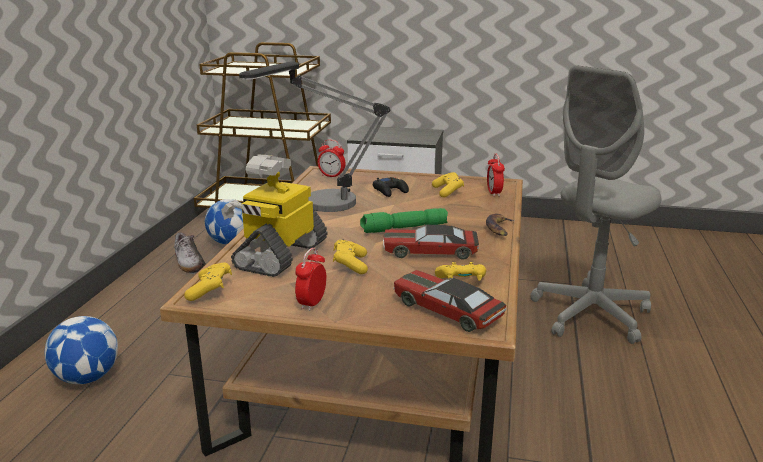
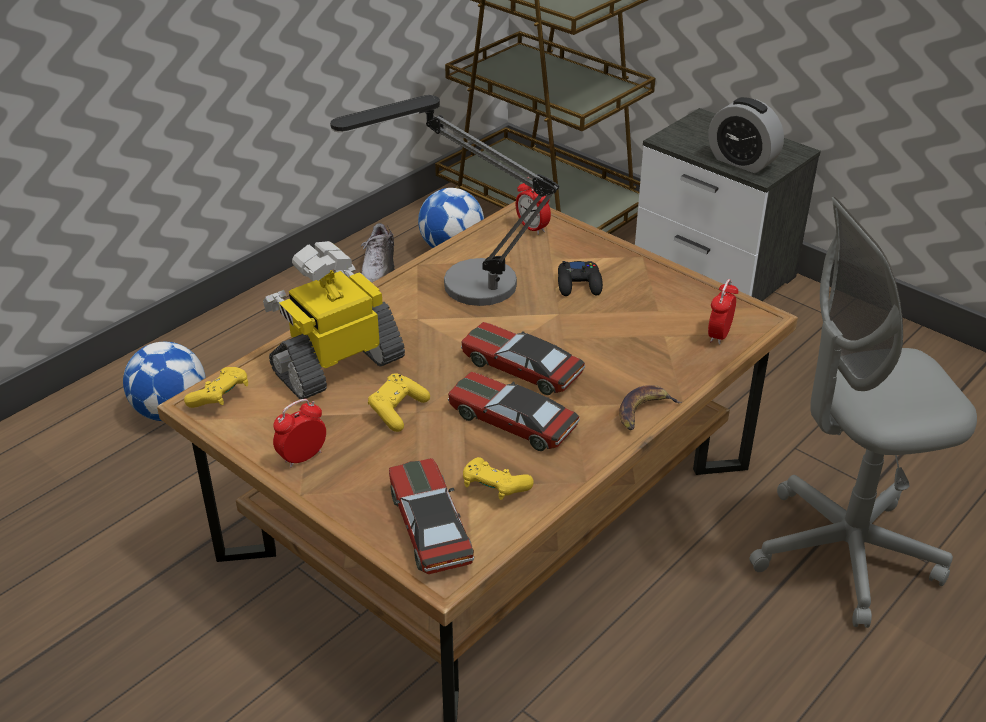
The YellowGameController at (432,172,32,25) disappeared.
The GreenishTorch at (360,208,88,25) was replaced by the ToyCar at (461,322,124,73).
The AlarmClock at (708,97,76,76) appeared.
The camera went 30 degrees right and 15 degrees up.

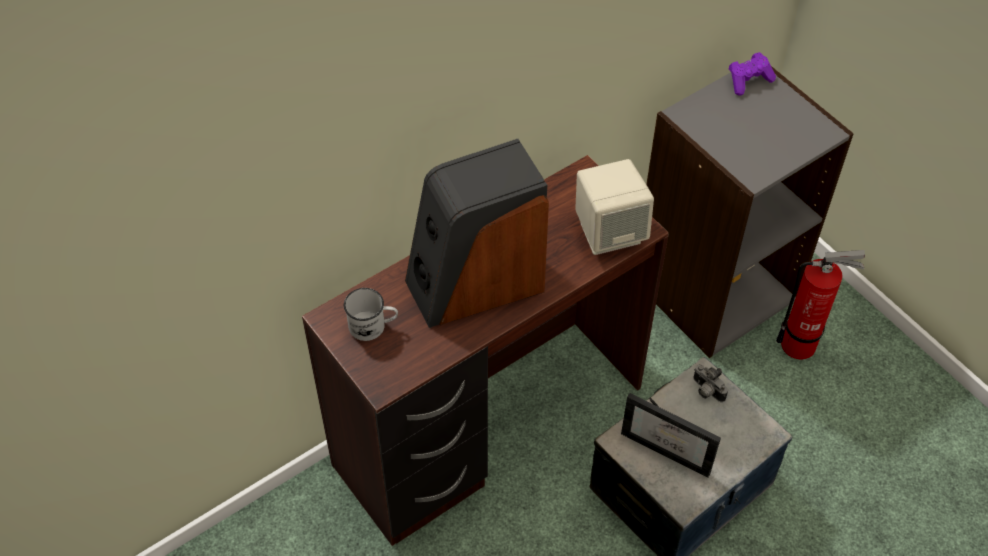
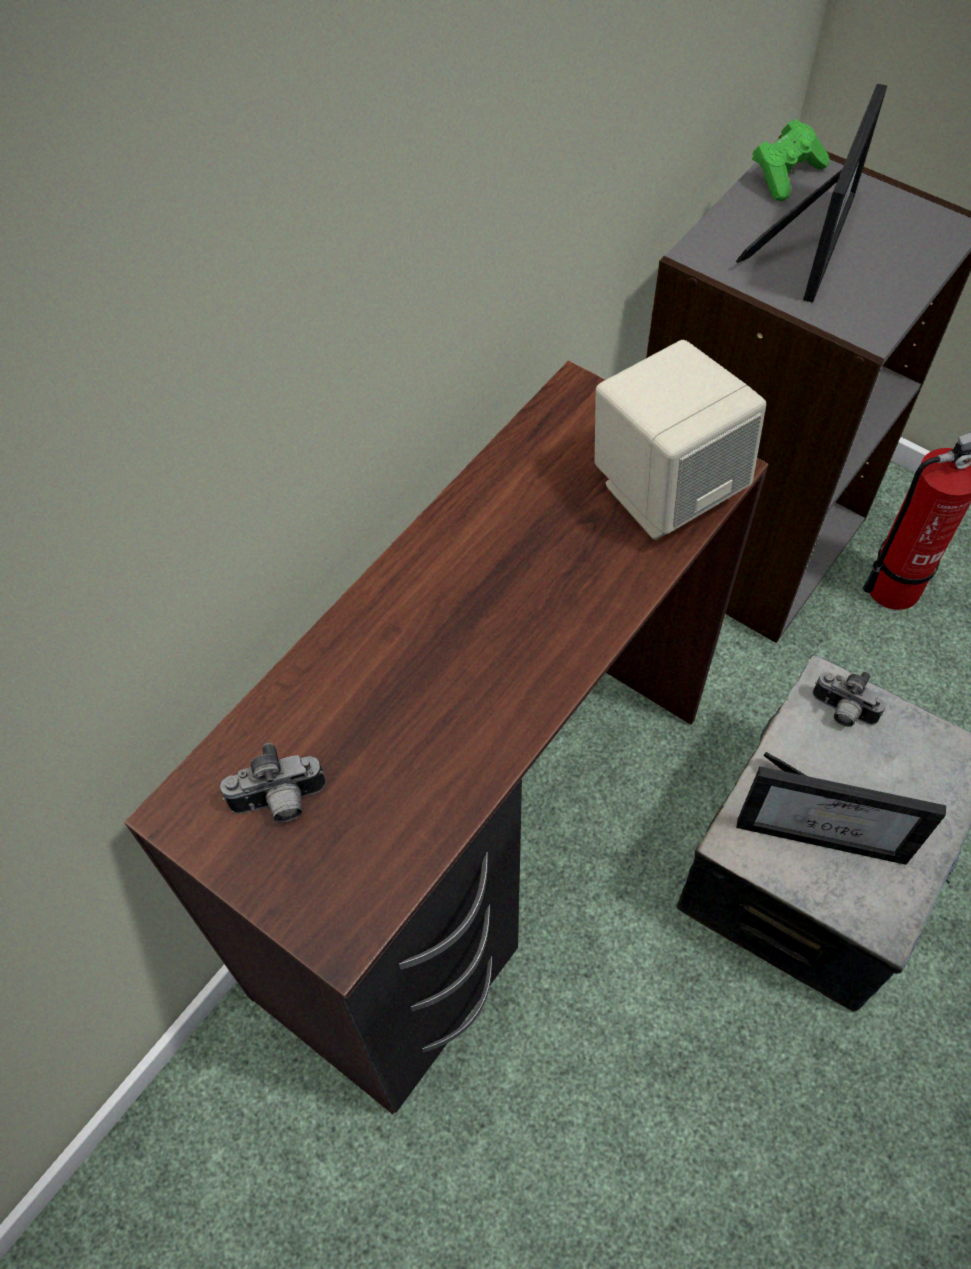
The PurpleGameController at (729,52,47,44) became the GreenishGameController at (752,119,77,82).
The AudioSpeaker at (405,139,144,189) disappeared.
The WhiteColouredTeaMug at (344,288,54,53) was replaced by the PhotoCamera at (220,743,105,79).
The StandingFrame at (736,83,151,220) appeared.
The camera went 15 degrees left and 5 degrees up.

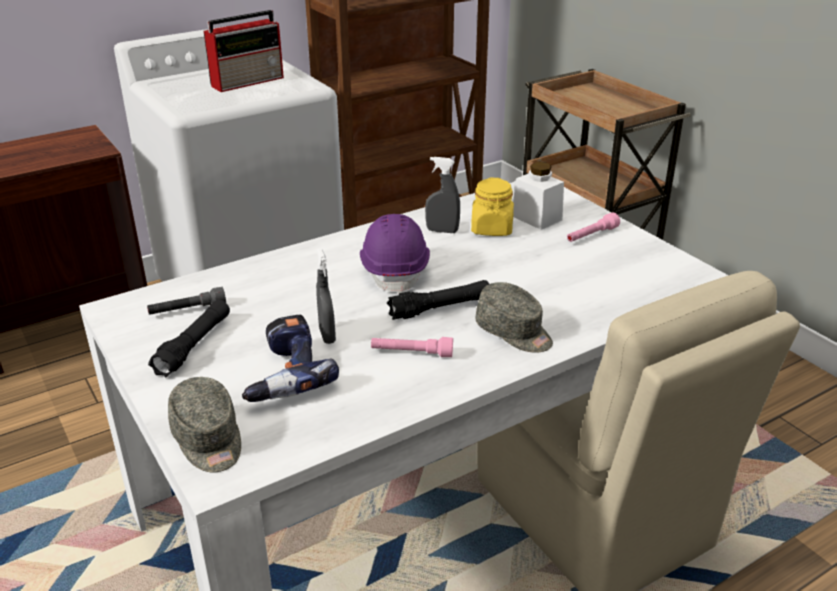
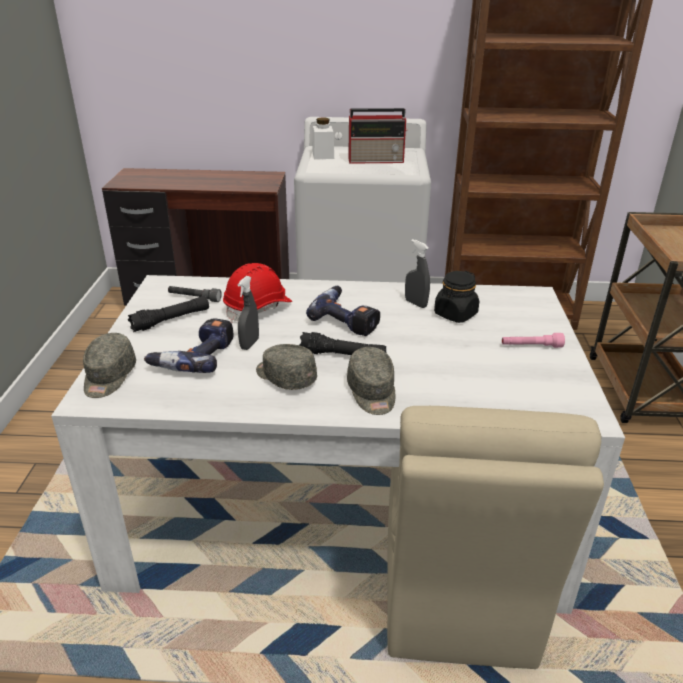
The WhiteColouredStorageJar moved from (513,162,51,68) to (312,117,22,42).
The YellowStorageJar at (471,177,43,59) became the BlackishStorageJar at (434,271,45,52).
The PurpleHardHat at (360,214,70,79) was replaced by the Drill at (306,286,74,50).
The PinkTorch at (371,337,82,20) was replaced by the GreyBaseballCap at (256,344,61,46).
The RedHardHat at (223,263,69,59) appeared.
The camera went 35 degrees right and 0 degrees up.

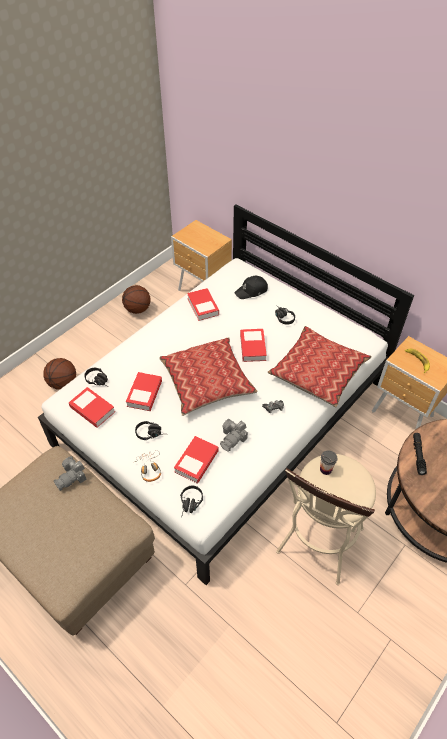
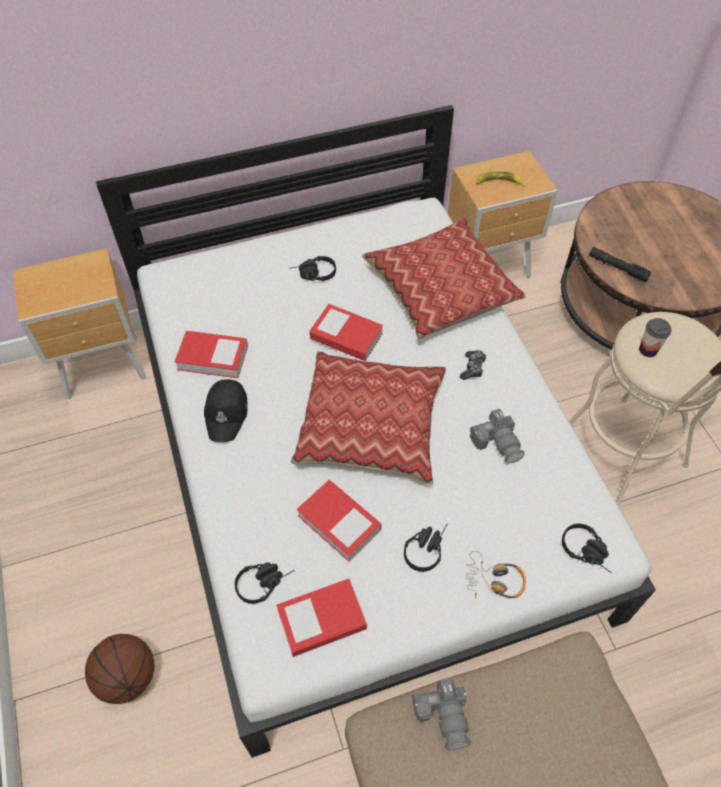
The BlackishBaseballCap moved from (234,276,34,23) to (204,379,44,63).
The BasketballBall at (122,285,29,29) disappeared.
The BoundBook at (174,436,44,48) disappeared.
The camera went 60 degrees left and 5 degrees up.

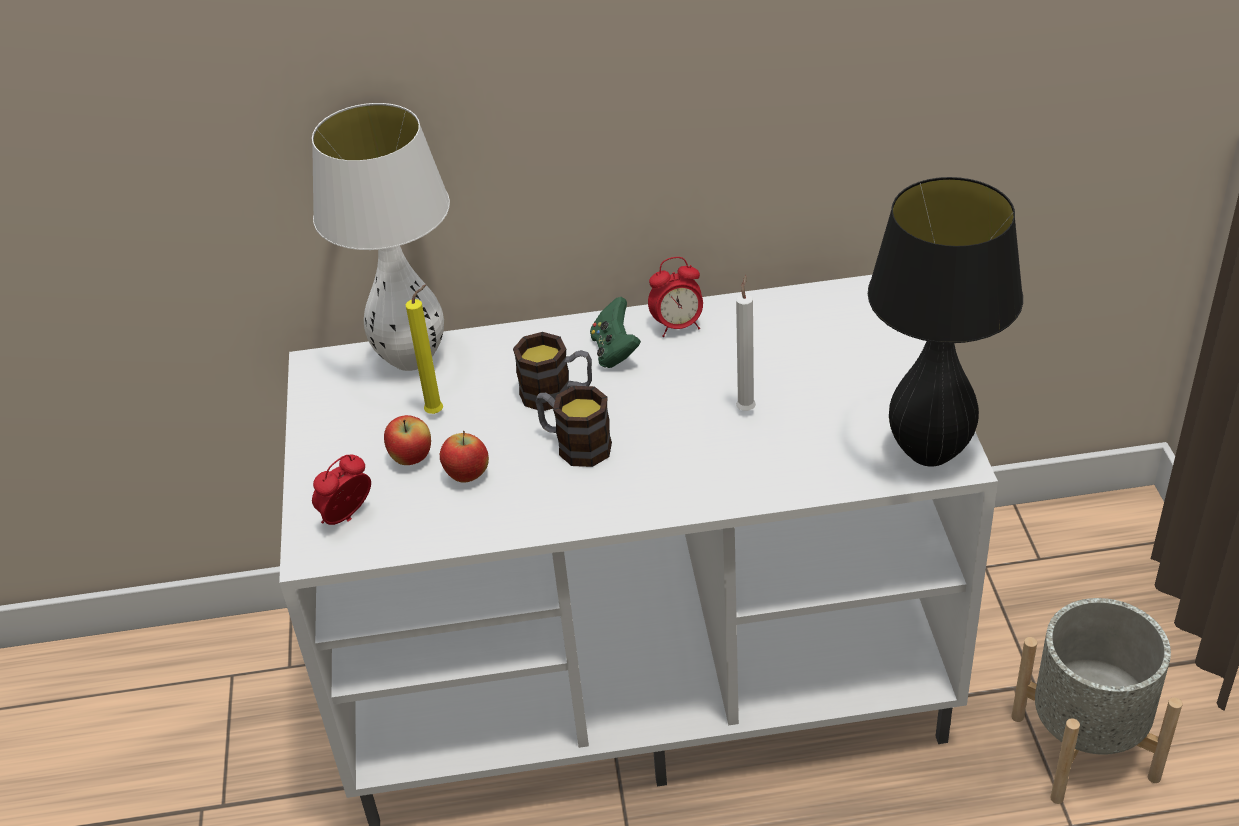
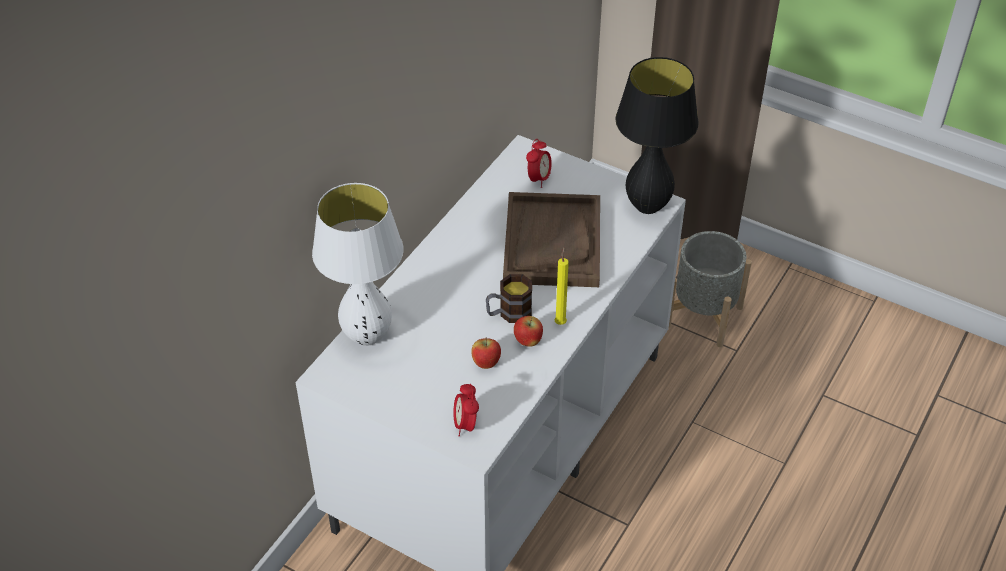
The AlarmClock moved from (648,257,55,80) to (526,139,26,49).
The WhiteColouredCandle at (736,275,20,136) was replaced by the BrownColouredServingTray at (503,192,97,95).
The YellowCandle moved from (406,284,37,130) to (554,247,15,78).
The GreenishGameController at (590,297,51,71) disappeared.
The TeaMug at (513,332,79,79) disappeared.
The WholeApple moved from (384,415,47,50) to (514,316,29,31).
The camera went 55 degrees left and 5 degrees up.

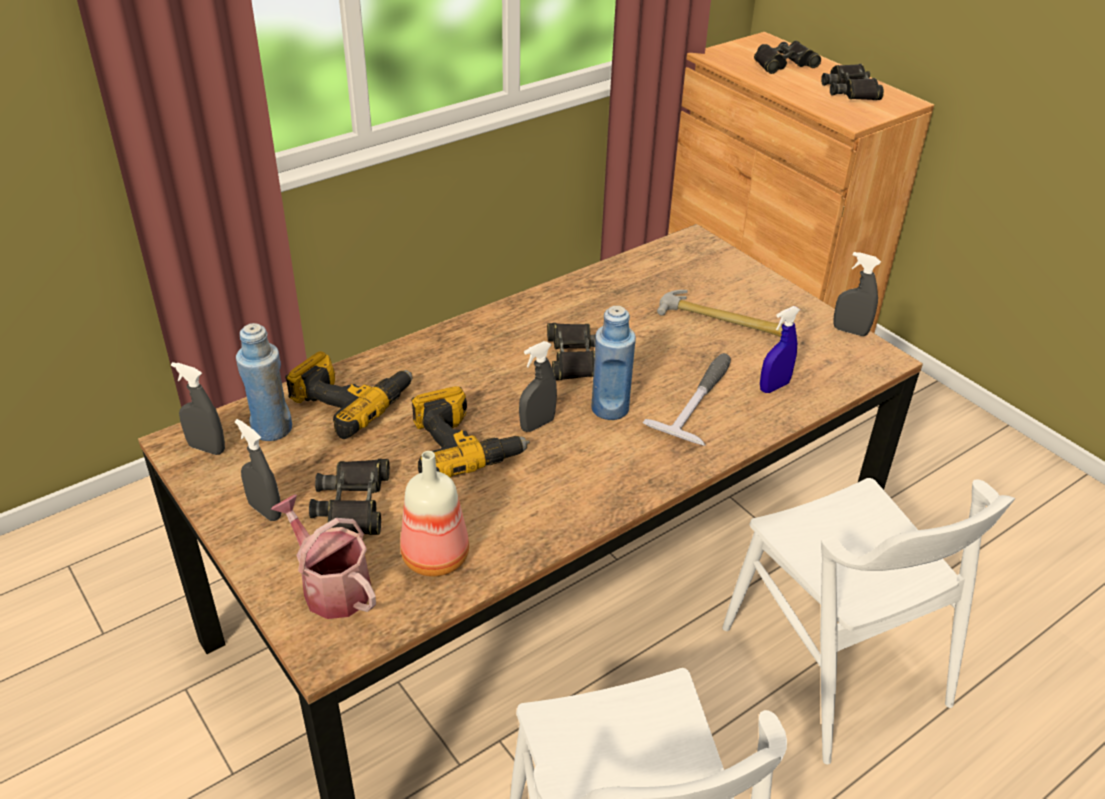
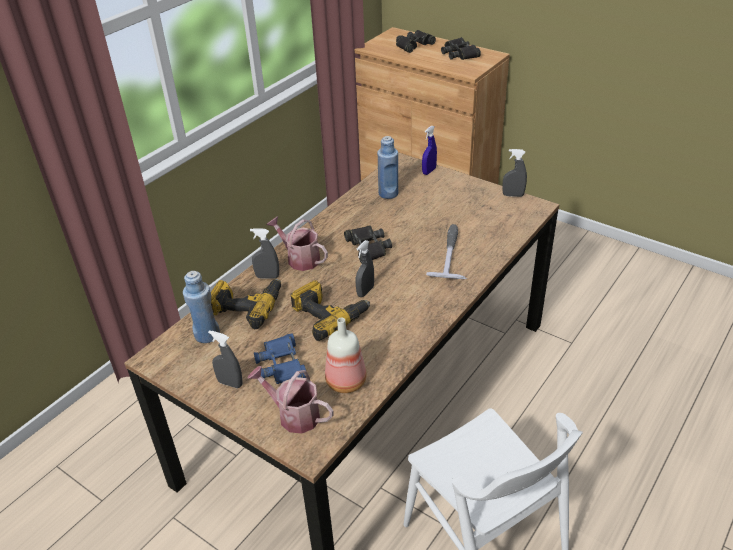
The HandHammer at (657,290,126,47) disappeared.
The BluishBeverageBottle moved from (591,306,45,114) to (377,136,22,63).
The BluishSprayBottle moved from (760,306,40,87) to (422,125,15,50).
The GreySprayBottle moved from (171,362,54,93) to (250,228,29,51).
The BlackishBinoculars at (309,459,81,76) became the BluishBinoculars at (254,333,52,51).
The WhiteColouredUprightChair at (722,478,294,286) disappeared.
The WateringPot at (266,216,62,55) appeared.
The camera went 15 degrees left and 0 degrees up.

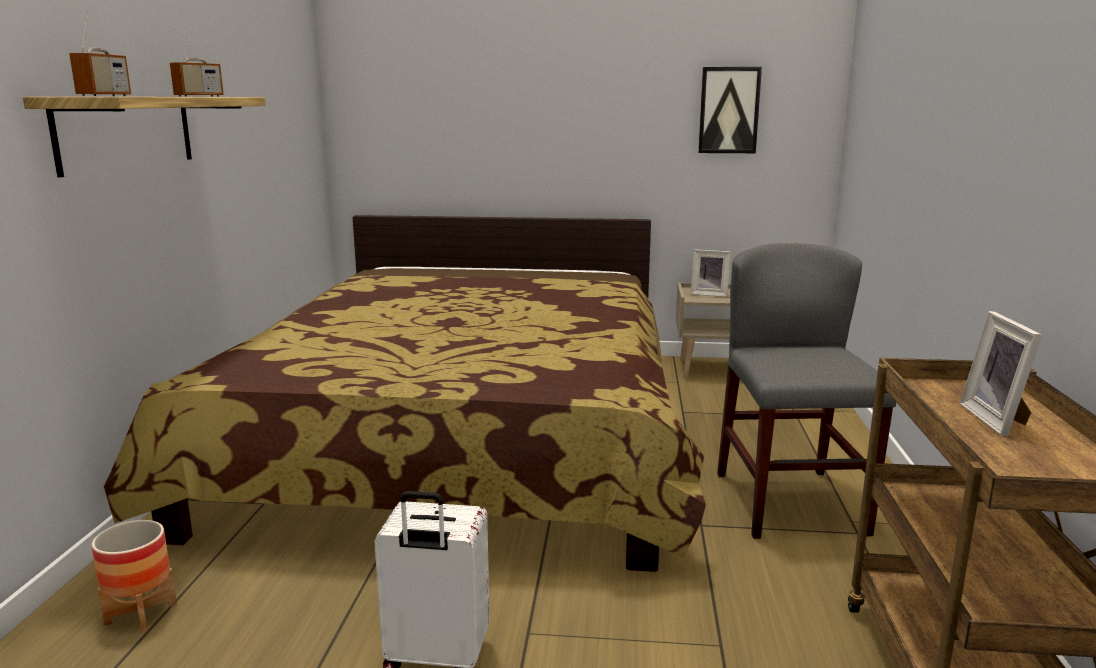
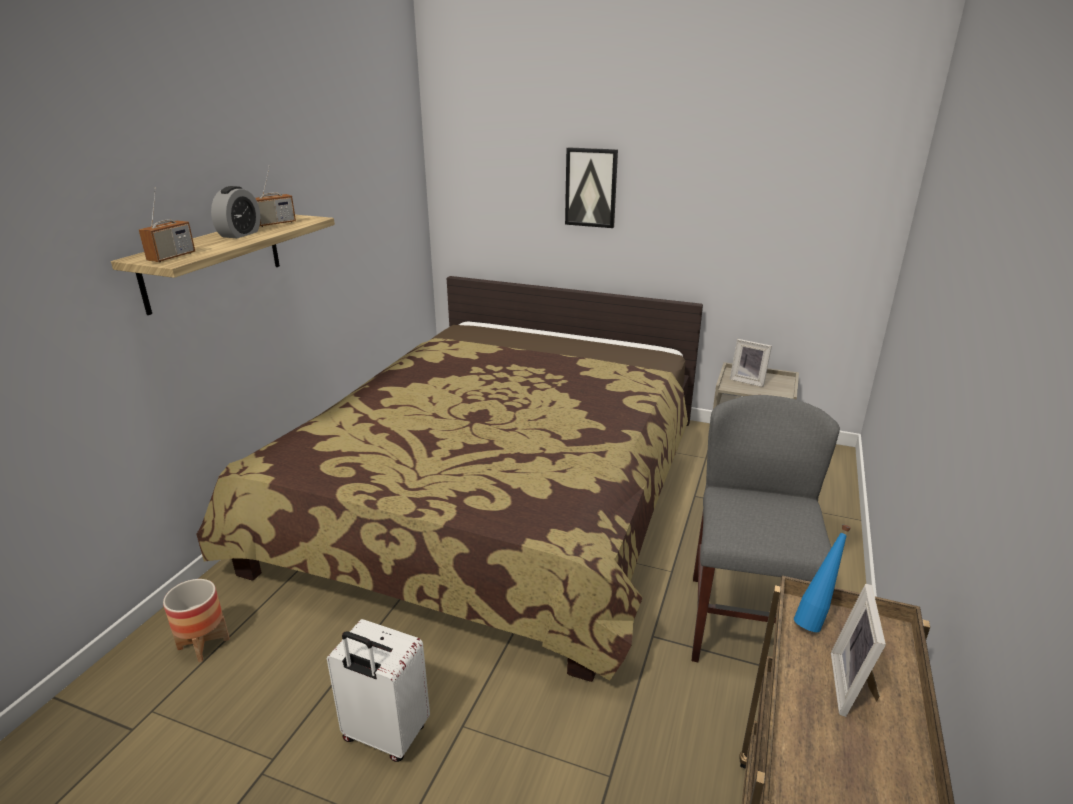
The WallArt moved from (698,67,64,86) to (565,147,53,81).
The AlarmClock at (211,186,49,52) appeared.
The BluishBeverageBottle at (794,524,57,108) appeared.
The camera went 15 degrees right and 10 degrees up.

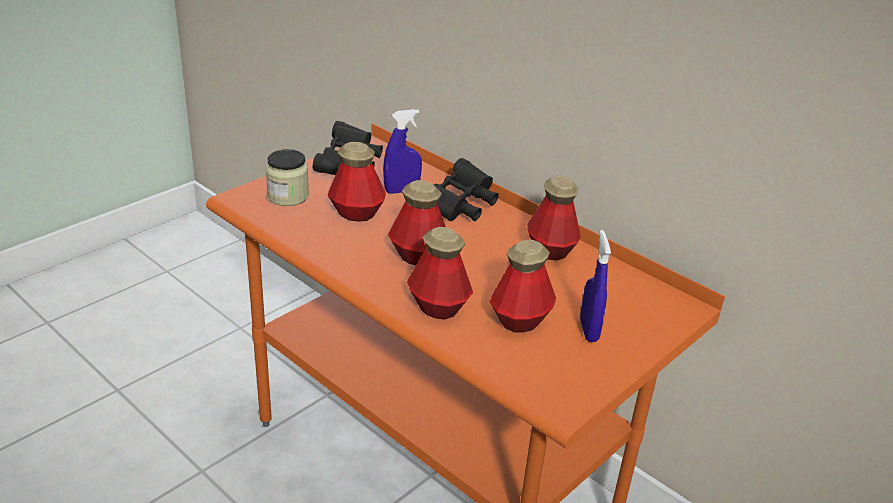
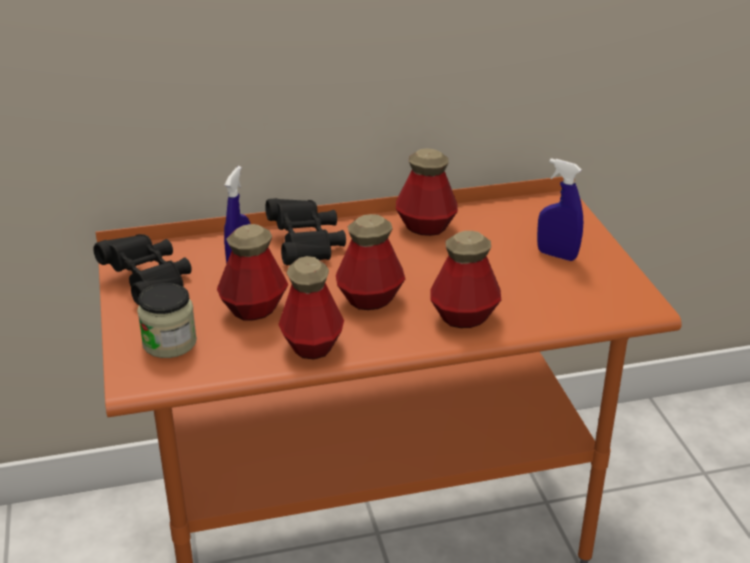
The BeverageBottle moved from (490,240,66,92) to (278,256,66,103).
The camera went 55 degrees left and 0 degrees up.

